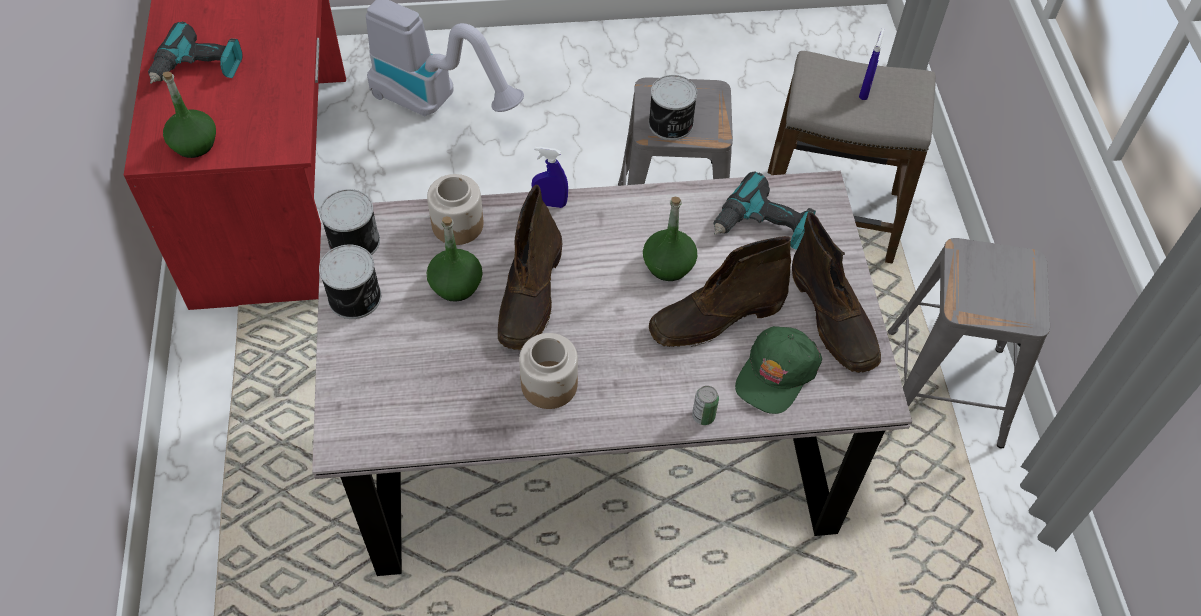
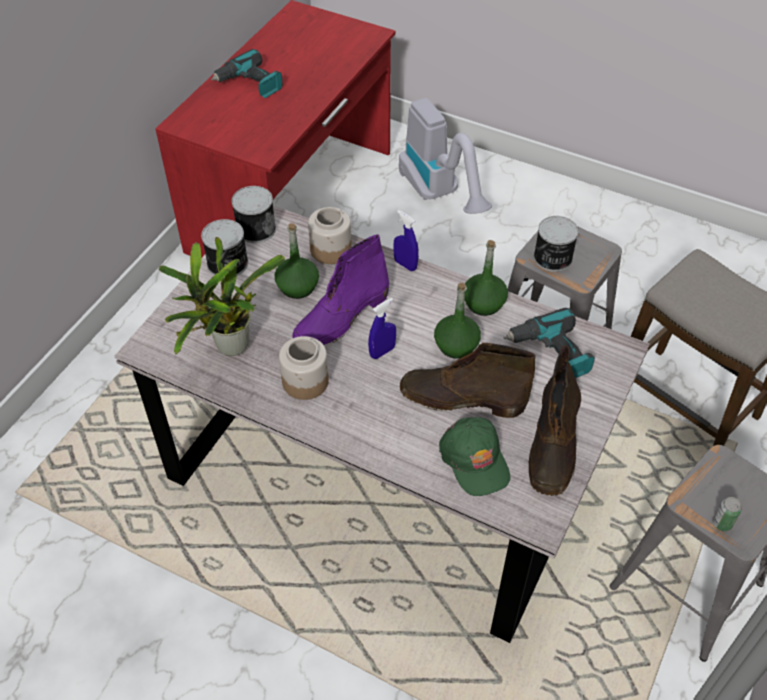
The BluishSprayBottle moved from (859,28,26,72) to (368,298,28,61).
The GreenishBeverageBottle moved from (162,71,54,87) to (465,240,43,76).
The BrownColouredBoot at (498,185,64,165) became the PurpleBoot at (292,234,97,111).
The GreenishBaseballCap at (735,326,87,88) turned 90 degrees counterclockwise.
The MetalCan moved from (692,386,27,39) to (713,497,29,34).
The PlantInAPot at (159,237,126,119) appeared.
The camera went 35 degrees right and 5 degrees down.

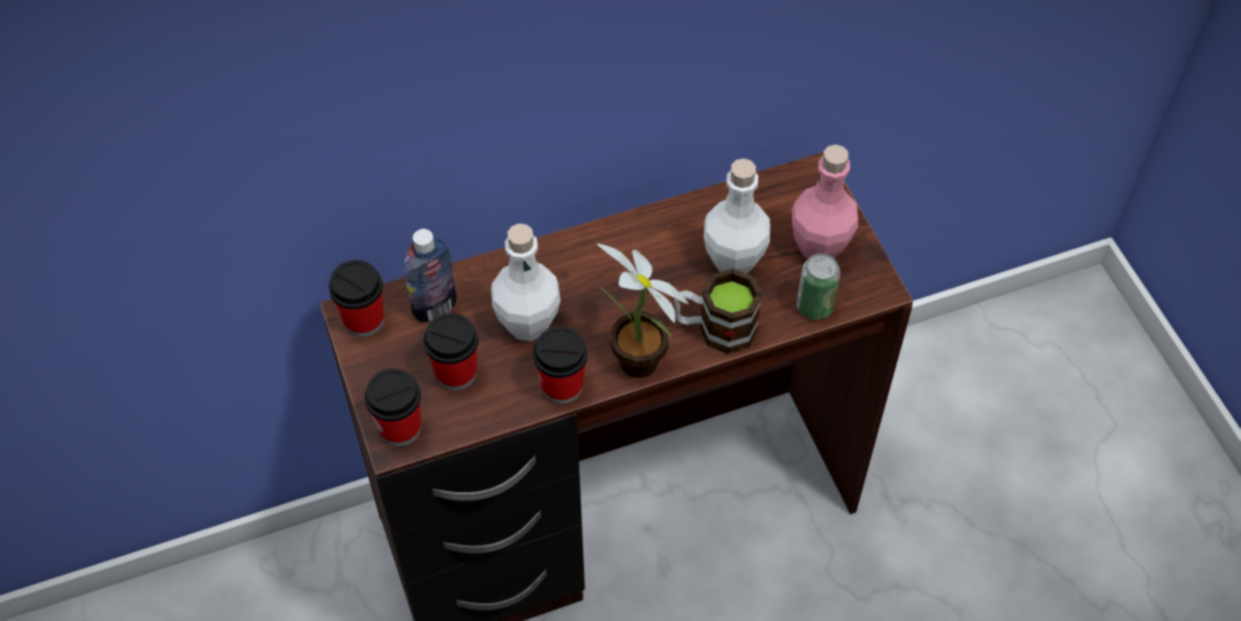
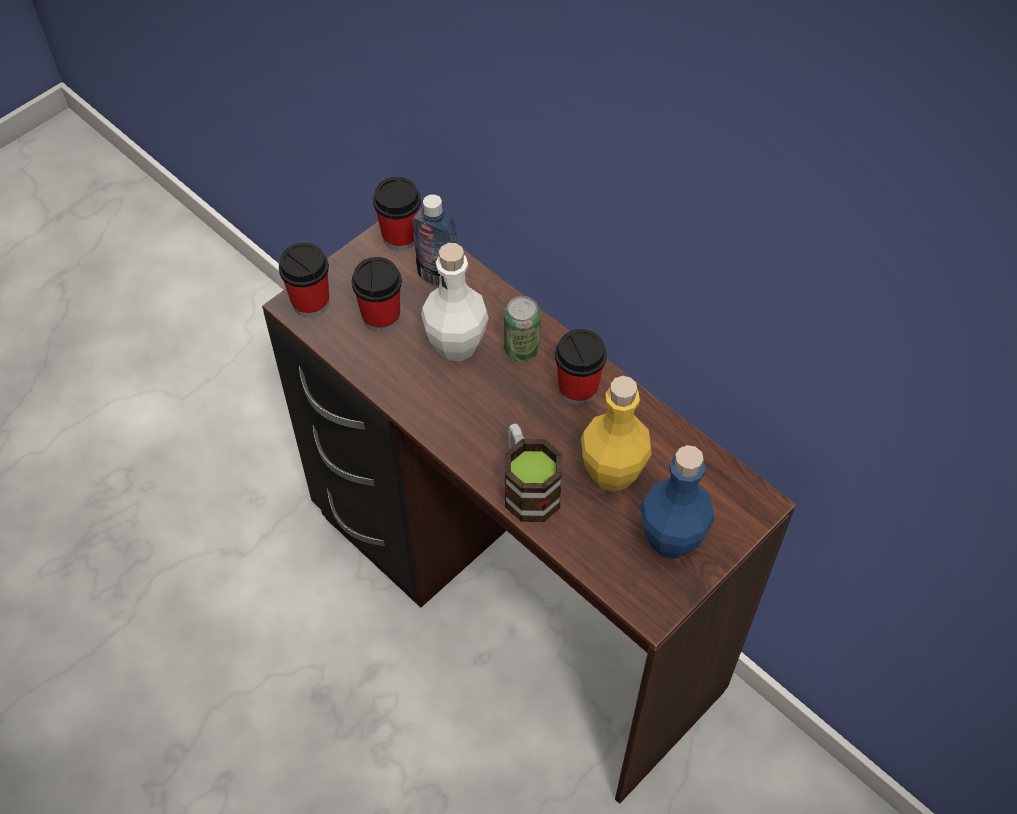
The PinkBeverageBottle at (792,144,66,116) became the BluishBeverageBottle at (640,445,74,114).
The WhiteColouredBeverageBottle at (704,158,66,116) became the YellowBeverageBottle at (581,376,71,116).
The PlantInAPot at (597,243,92,135) disappeared.
The MetalCan moved from (797,253,43,67) to (504,296,37,65).
The Cup moved from (533,326,55,78) to (555,329,52,76).
The camera went 65 degrees right and 0 degrees up.

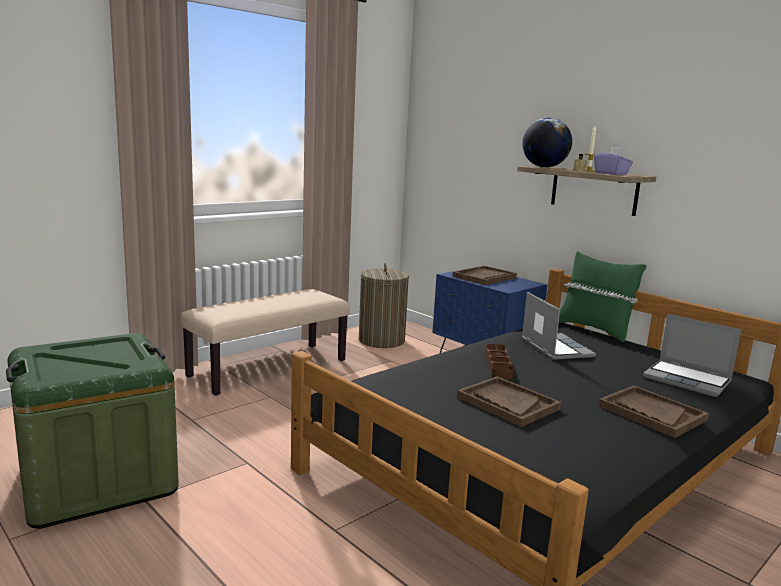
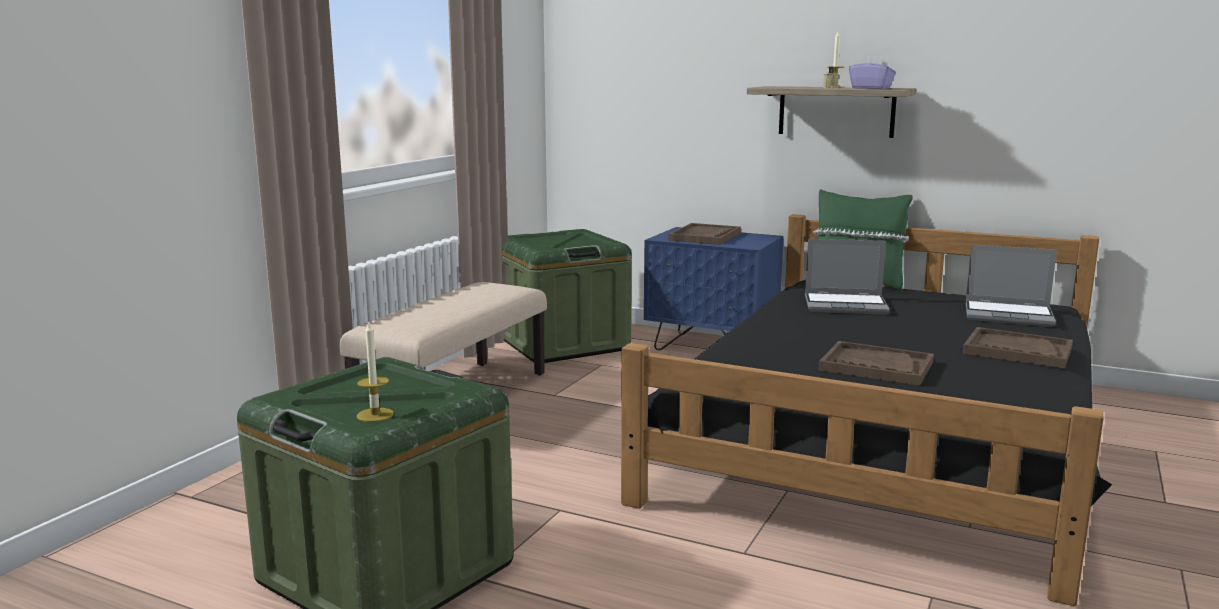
The WorldGlobe at (522,118,50,49) disappeared.
The Hamper at (359,263,50,85) was replaced by the GreenishStorageContainer at (502,229,130,134).
The PortableComputer at (522,292,74,68) turned 135 degrees clockwise.
The BrownColouredServingTray at (485,344,29,36) disappeared.
The Candle at (357,323,37,99) appeared.
The camera went 20 degrees left and 0 degrees up.

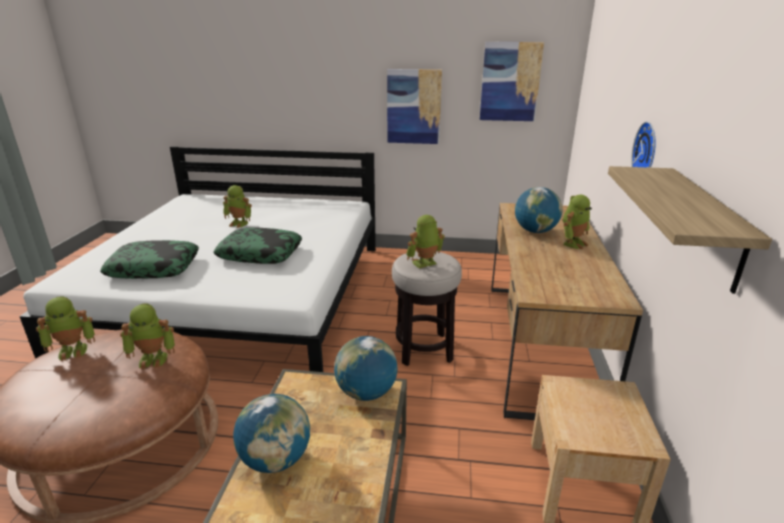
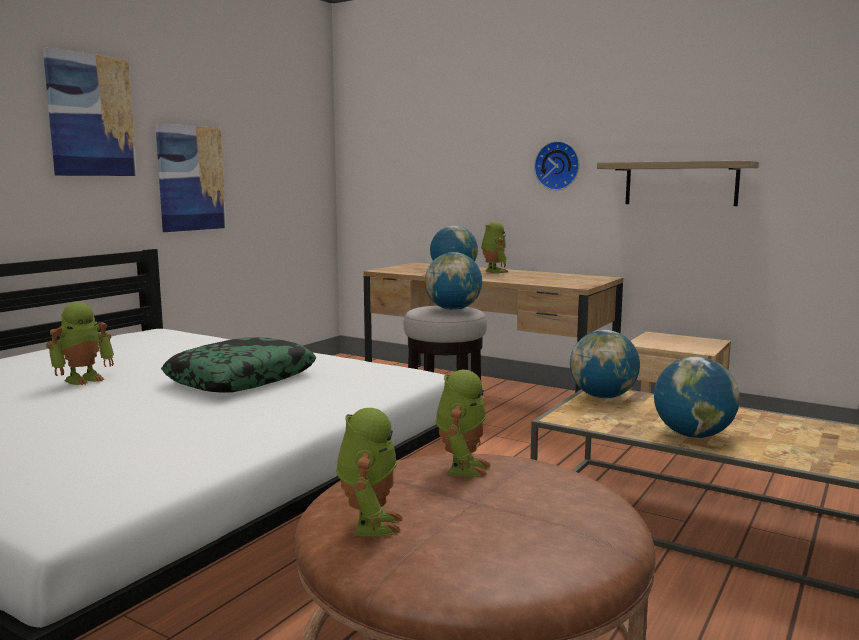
The WallArt moved from (480,42,64,79) to (43,47,94,129).
The ToyRobot at (406,215,39,53) was replaced by the WorldGlobe at (425,252,57,58).
The Pillow at (100,240,99,39) disappeared.
The camera went 65 degrees left and 15 degrees down.

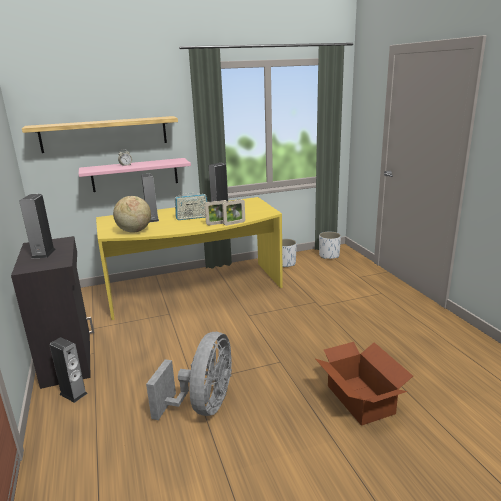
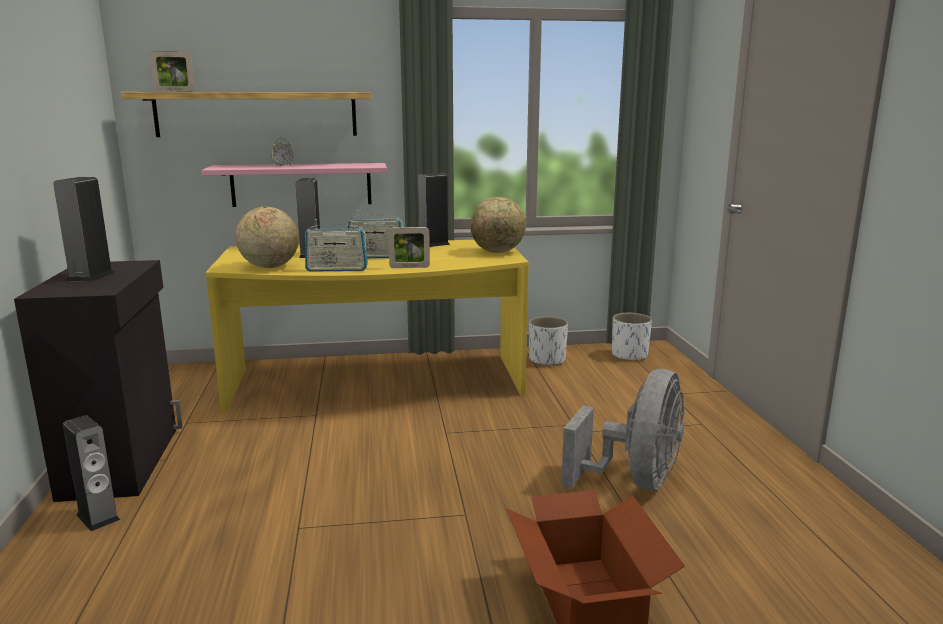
The StandingFrame moved from (222,199,23,27) to (150,51,45,41).
The GreyFan moved from (146,332,86,88) to (561,369,123,121).
The WorldGlobe at (470,197,56,56) appeared.
The RadioSet at (305,219,63,53) appeared.
The camera went 10 degrees right and 5 degrees down.

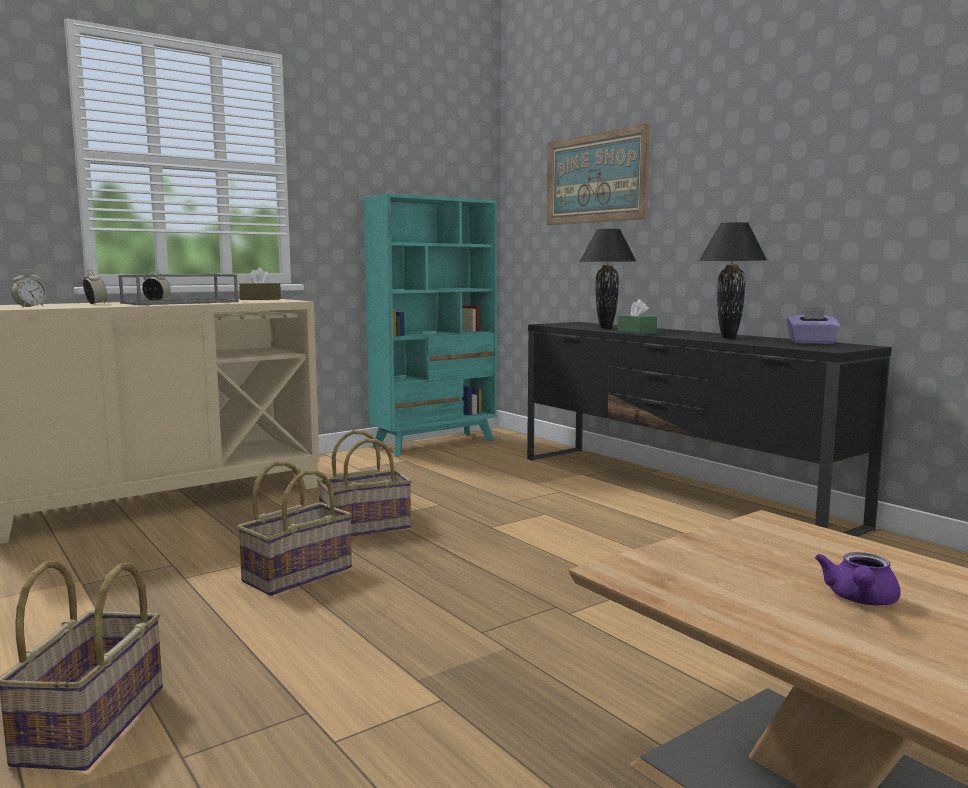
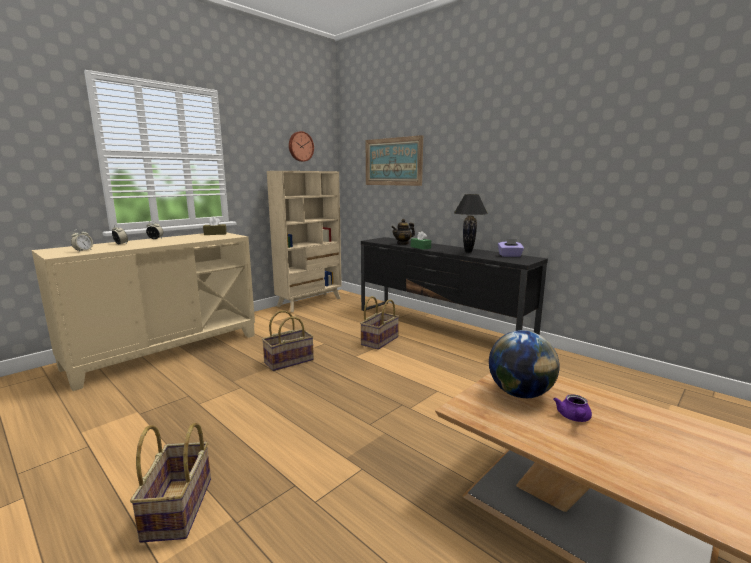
The BlueGreenShelvingUnit at (364,193,133,264) became the BeigeColouredShelvingUnit at (267,171,75,141).
The BlackishTabletopLamp at (580,229,56,100) was replaced by the Teapot at (391,219,24,26).
The GreyServingTray at (118,274,121,31) disappeared.
The HouseholdBasket moved from (237,461,115,135) to (360,296,39,54).
The HangingClock at (289,131,25,31) appeared.
The WorldGlobe at (489,330,70,68) appeared.
The camera went 10 degrees left and 5 degrees up.

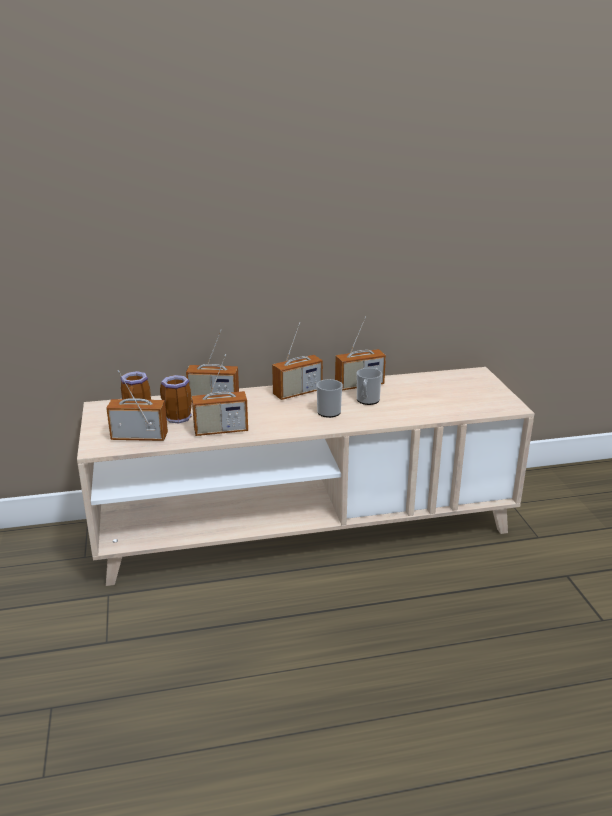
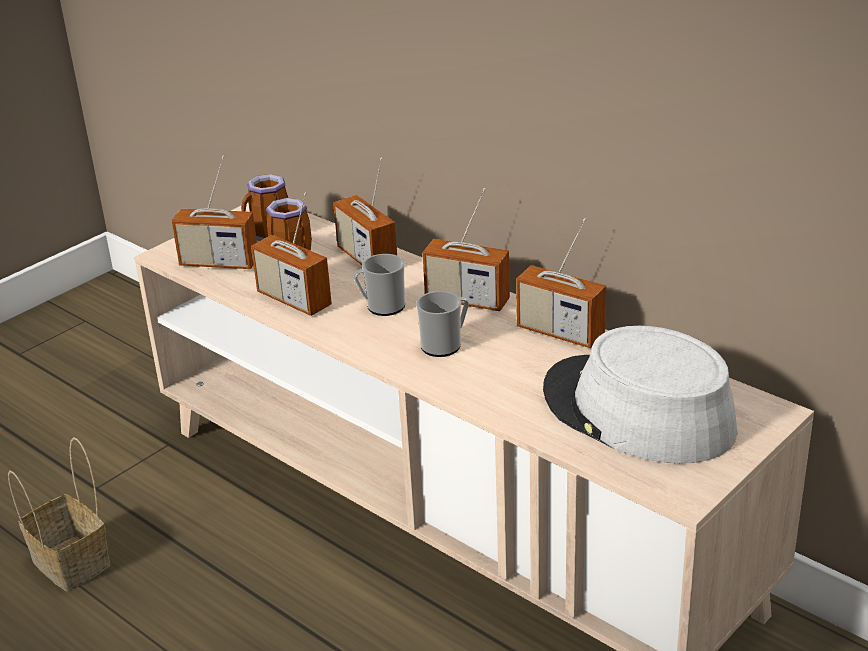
The TeaMug moved from (356,368,26,37) to (354,254,51,62).
The RadioSet at (106,370,62,71) turned 135 degrees clockwise.
The GreyClothingHat at (543,326,194,138) appeared.
The HouseholdBasket at (8,437,103,154) appeared.
The camera went 55 degrees right and 5 degrees up.

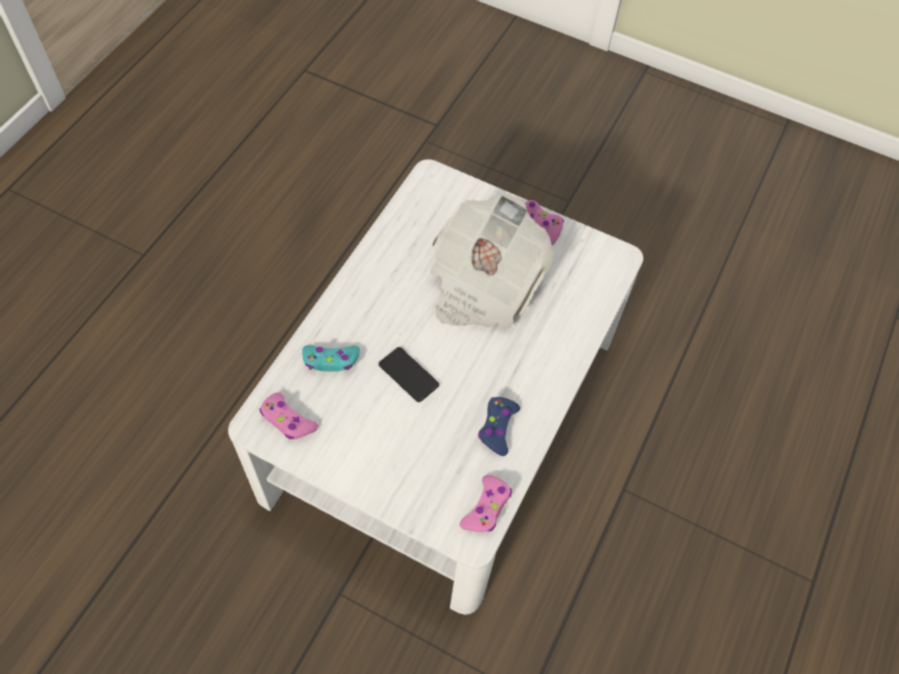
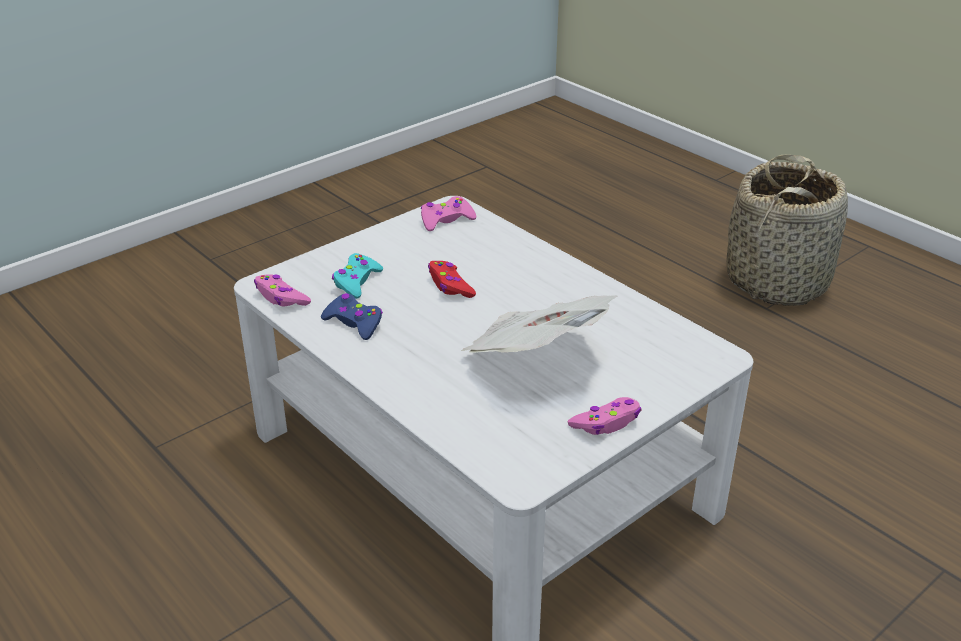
The BlueGreenGameController moved from (302,345,58,27) to (332,253,51,46).
The Phone at (379,347,60,55) was replaced by the RedGameController at (428,261,48,37).
The HouseholdBasket at (727,155,121,151) appeared.
The camera went 115 degrees right and 25 degrees down.

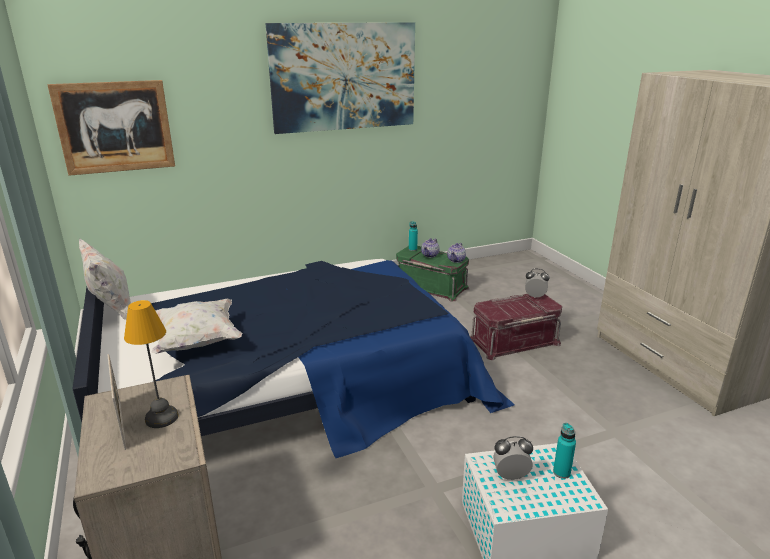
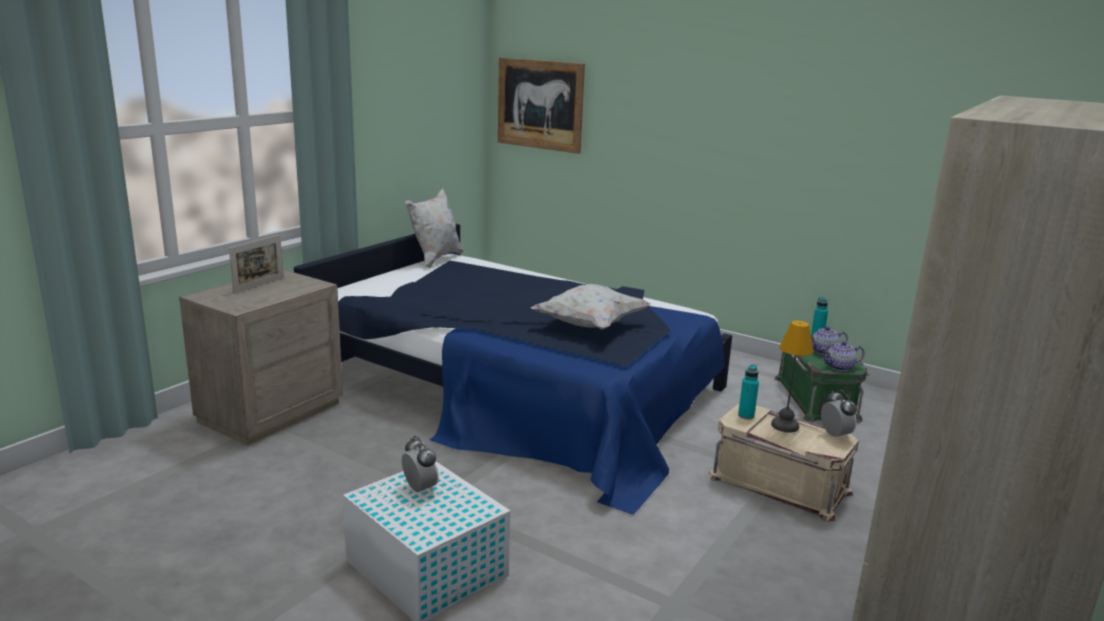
The WallArt at (265,22,150,112) disappeared.
The RedStorageContainer at (470,294,92,66) became the BeigeColouredStorageContainer at (708,404,151,118).
The WhiteColouredPillow moved from (151,298,91,55) to (531,284,120,46).
The TabletopLamp moved from (124,300,54,128) to (771,321,42,111).
The BlueGreenBeverageBottle moved from (553,423,23,56) to (738,364,21,55).
The camera went 55 degrees right and 5 degrees down.

